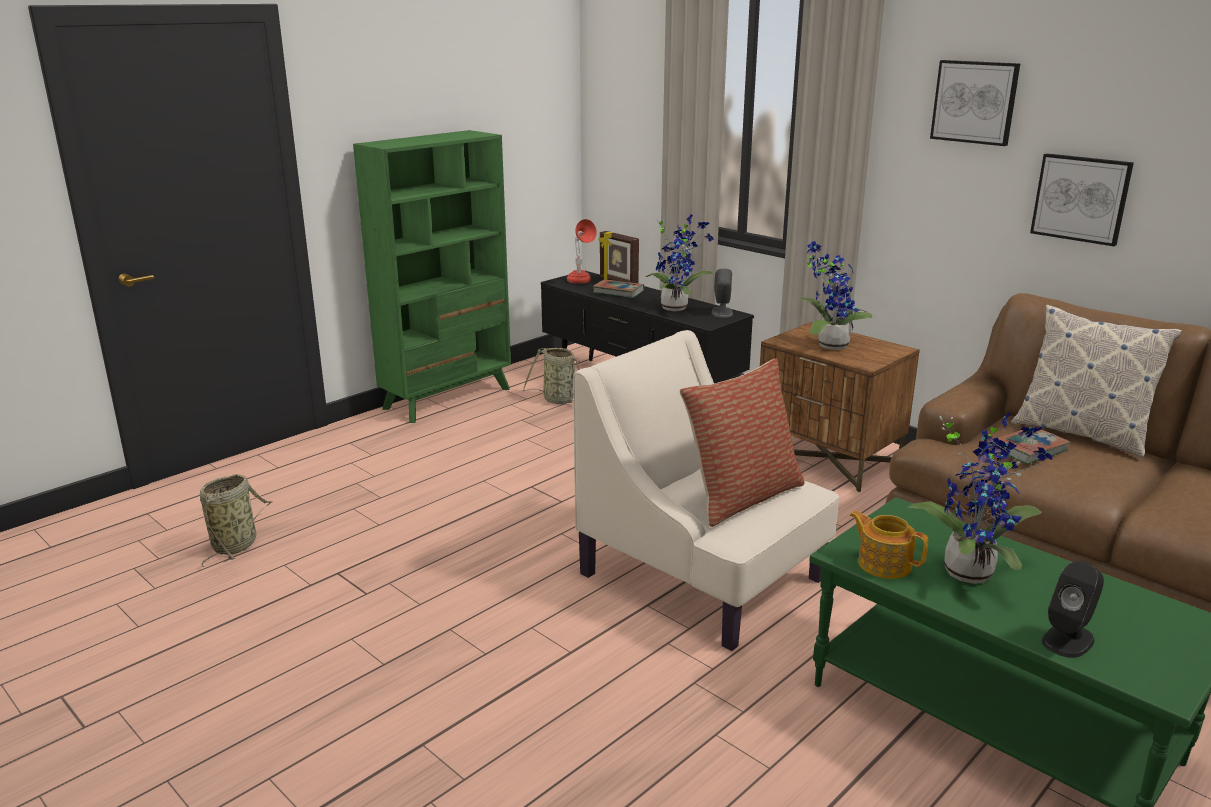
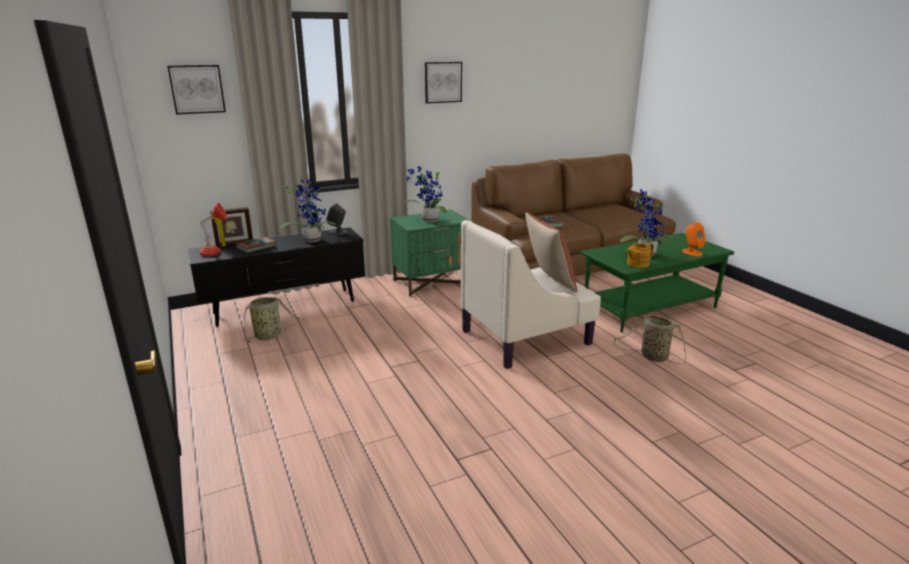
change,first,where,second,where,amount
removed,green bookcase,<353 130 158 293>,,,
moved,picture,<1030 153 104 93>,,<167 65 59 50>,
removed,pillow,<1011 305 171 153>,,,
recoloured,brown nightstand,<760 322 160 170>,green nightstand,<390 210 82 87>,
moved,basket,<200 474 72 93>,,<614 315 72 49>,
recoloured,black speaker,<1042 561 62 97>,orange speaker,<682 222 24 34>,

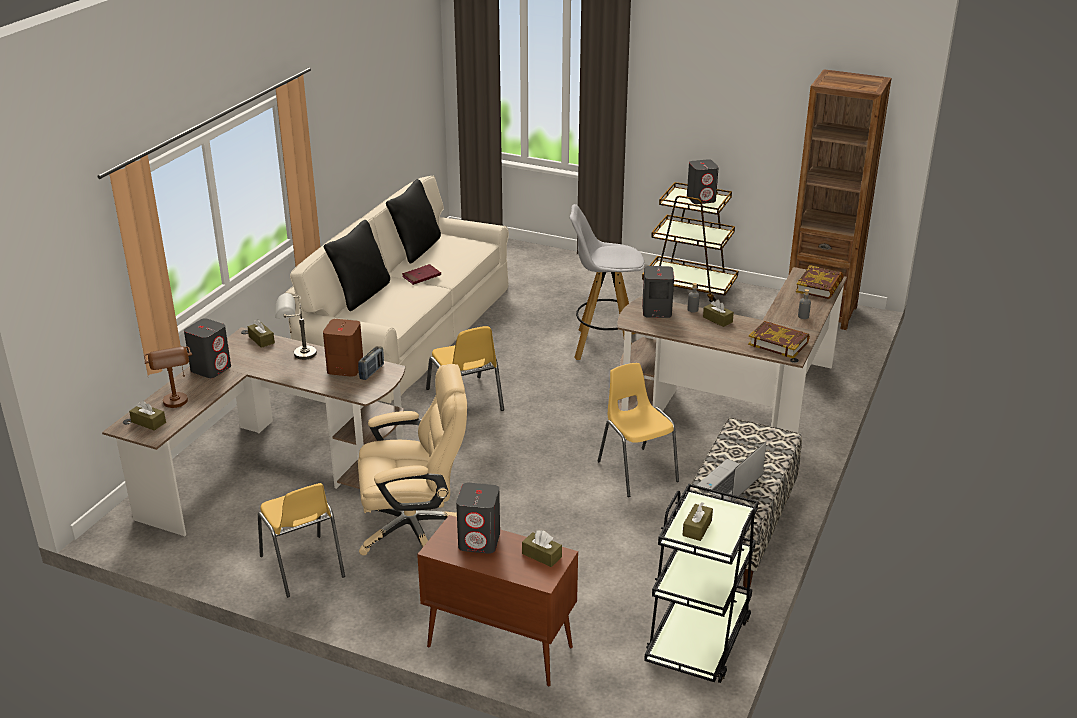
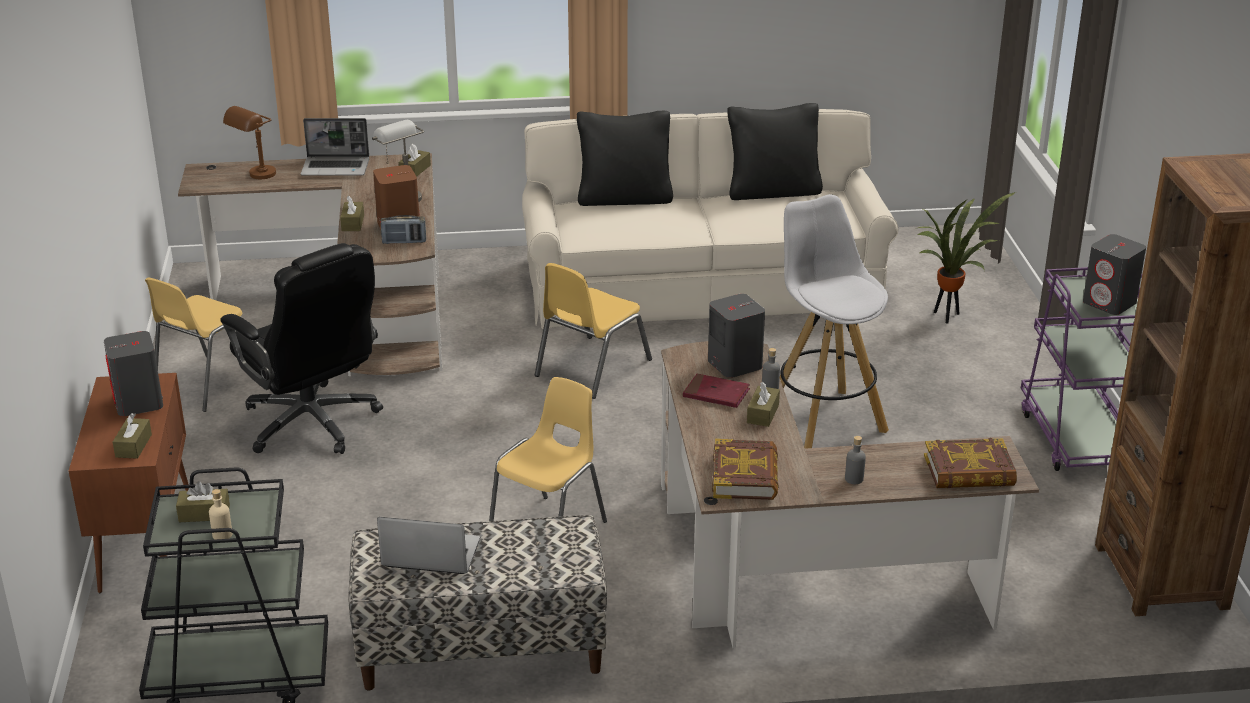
change,first,where,second,where,amount
recoloured,brown cart,<642 182 96 120>,purple cart,<1021 267 121 204>,
moved,red book,<402 264 39 21>,,<683 374 67 34>,
replaced,grey speaker,<184 318 47 60>,laptop,<301 118 68 58>,
recoloured,beige office chair,<358 364 109 191>,black office chair,<221 243 162 211>,
moved,brown tissue box,<129 400 37 31>,,<340 196 24 35>,
added,,,potted plant,<918 192 98 131>,
added,,,beige bottle,<209 489 24 51>,

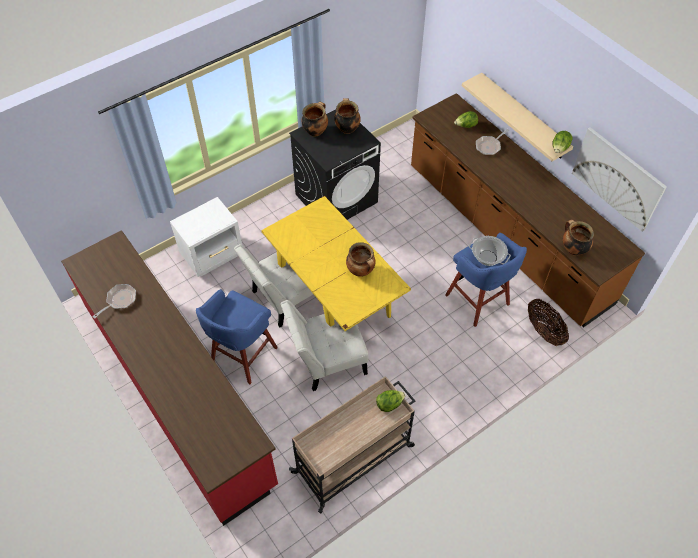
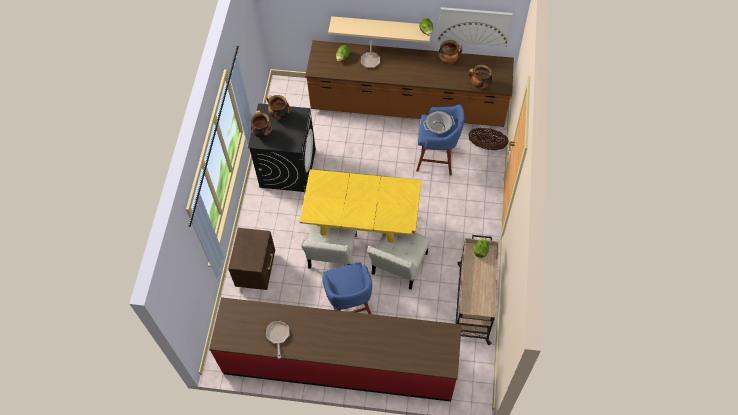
change,first,where,second,where,amount
recoloured,white nightstand,<170 197 72 80>,brown nightstand,<228 228 47 62>,
moved,cooking pot,<346 242 29 35>,,<438 40 24 25>,

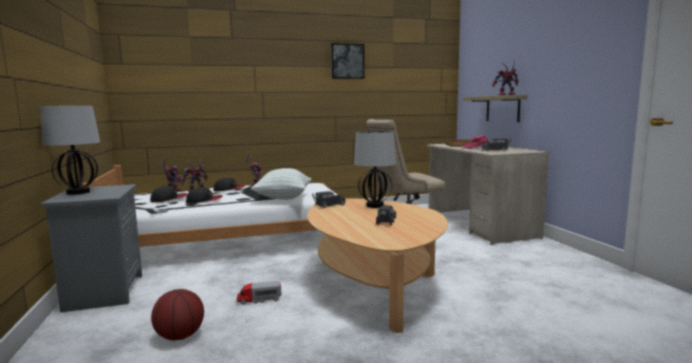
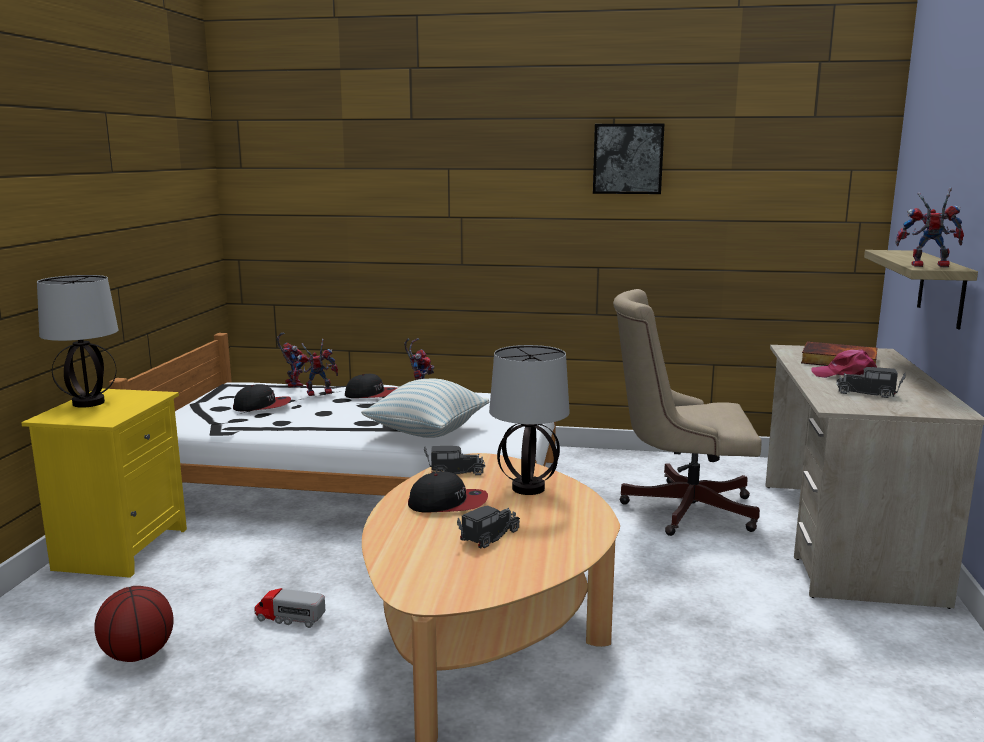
change,first,where,second,where,amount
recoloured,grey nightstand,<40 184 102 129>,yellow nightstand,<21 389 166 189>,
moved,cap,<186 187 37 17>,,<408 471 80 42>,

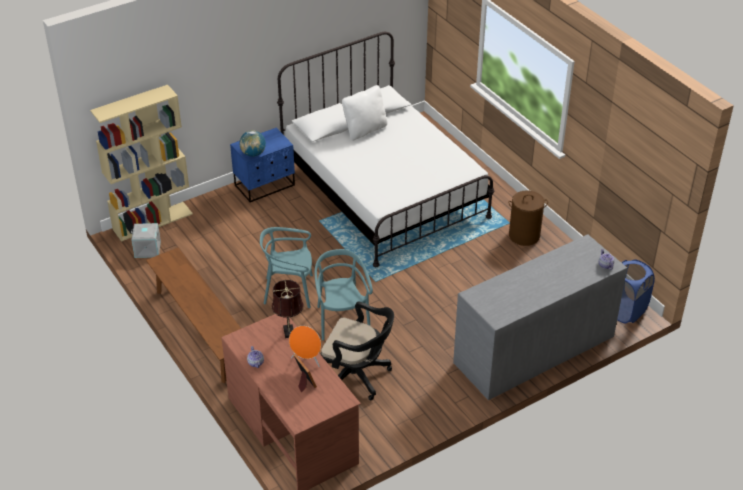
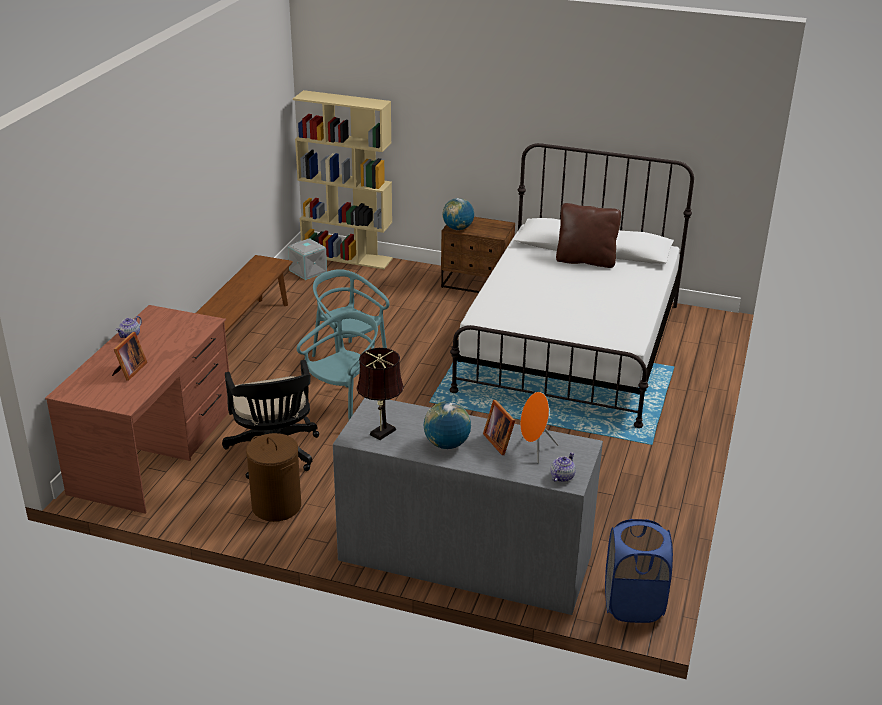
change,first,where,second,where,amount
recoloured,white pillow,<342 85 45 56>,brown pillow,<556 203 65 65>,
recoloured,blue nightstand,<230 128 65 75>,brown nightstand,<441 217 74 76>,
moved,brown laundry basket,<508 190 40 56>,,<246 433 55 89>,
moved,brown table lamp,<272 280 32 58>,,<356 348 48 92>,
moved,orange speaker,<289 326 32 41>,,<520 392 39 72>,
added,,,picture frame,<483 400 32 55>,
added,,,globe,<424 401 47 48>,

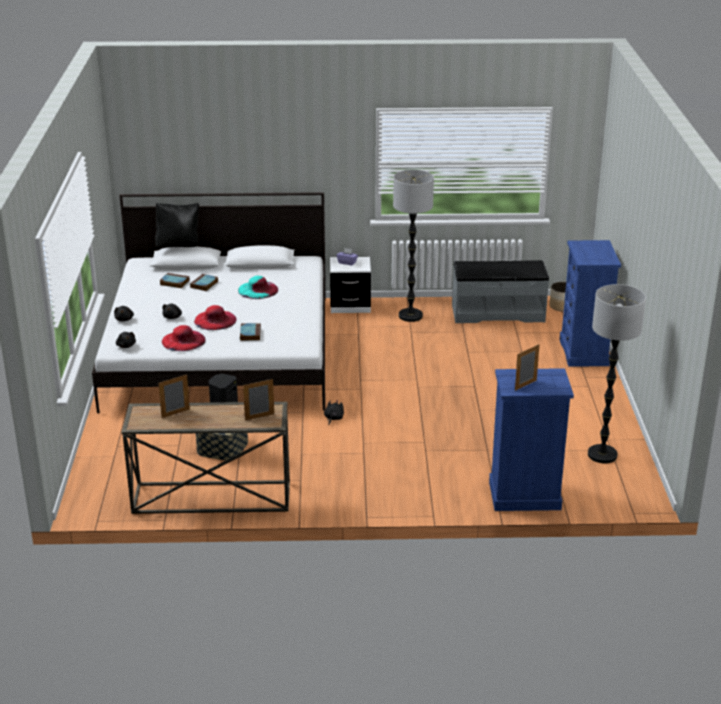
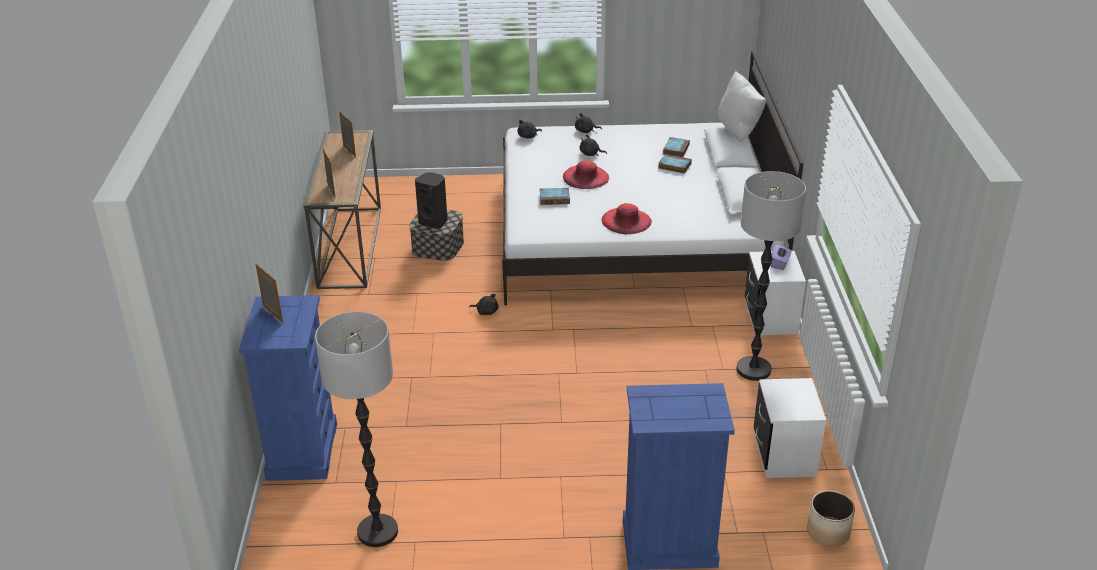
change,first,where,second,where,amount
recoloured,black pillow,<155 203 44 44>,white pillow,<718 71 48 71>,
replaced,grey bench,<452 260 97 63>,white nightstand,<754 378 72 100>,
removed,turquoise hat,<238 276 40 23>,,,
moved,red hat,<162 325 44 26>,,<601 203 51 31>,

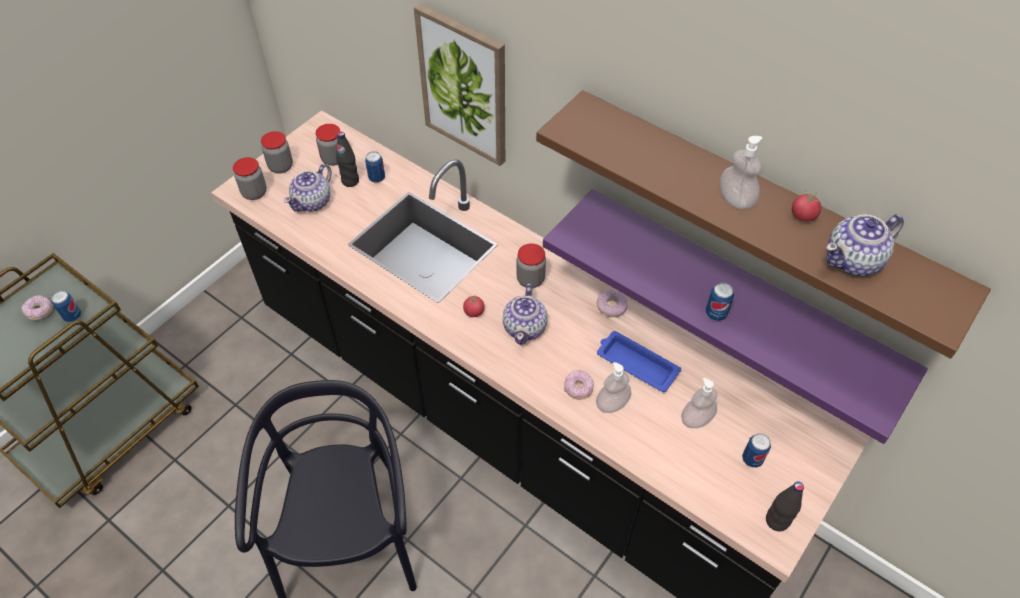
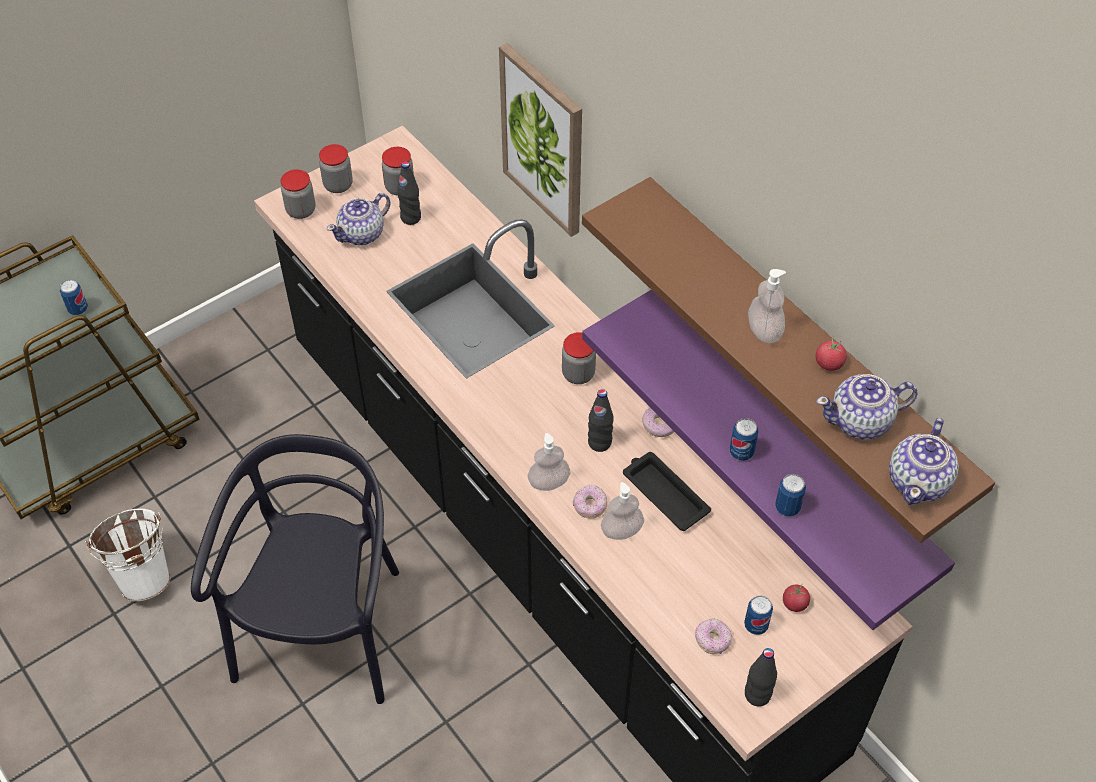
change,first,where,second,where,amount
moved,can,<365 151 20 32>,,<775 474 31 43>,
moved,teapot,<503 283 44 62>,,<889 418 70 87>,
moved,tomato,<463 294 22 23>,,<783 584 27 28>,
moved,donut,<22 295 31 25>,,<695 618 37 36>,
recoloured,blue tray,<597 331 84 61>,black tray,<623 452 88 79>,
moved,soap dispenser,<681 378 37 50>,,<528 433 43 58>,
added,,,black bottle,<588 389 26 63>,
added,,,white bucket,<85 509 86 93>,

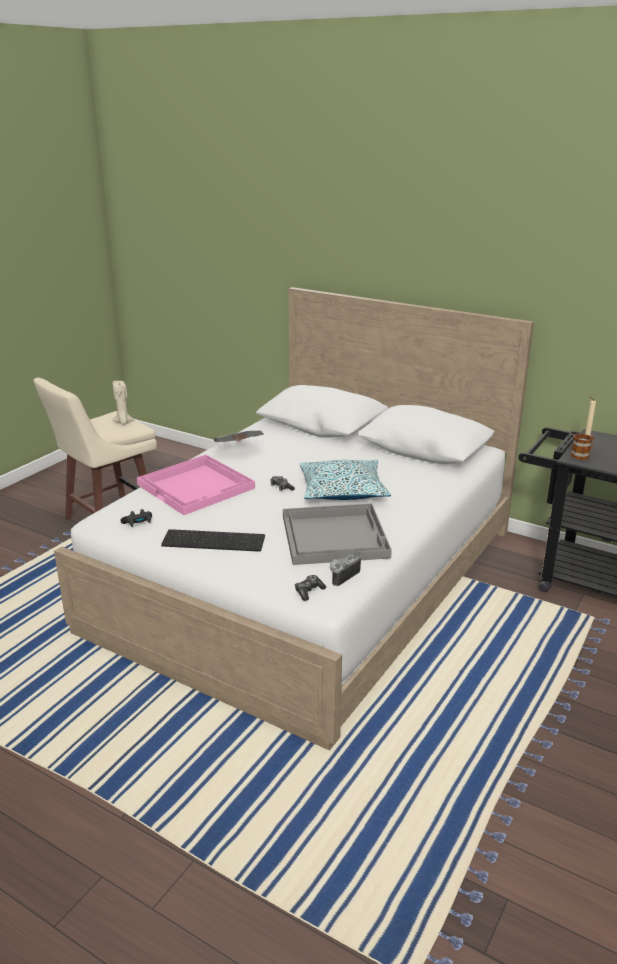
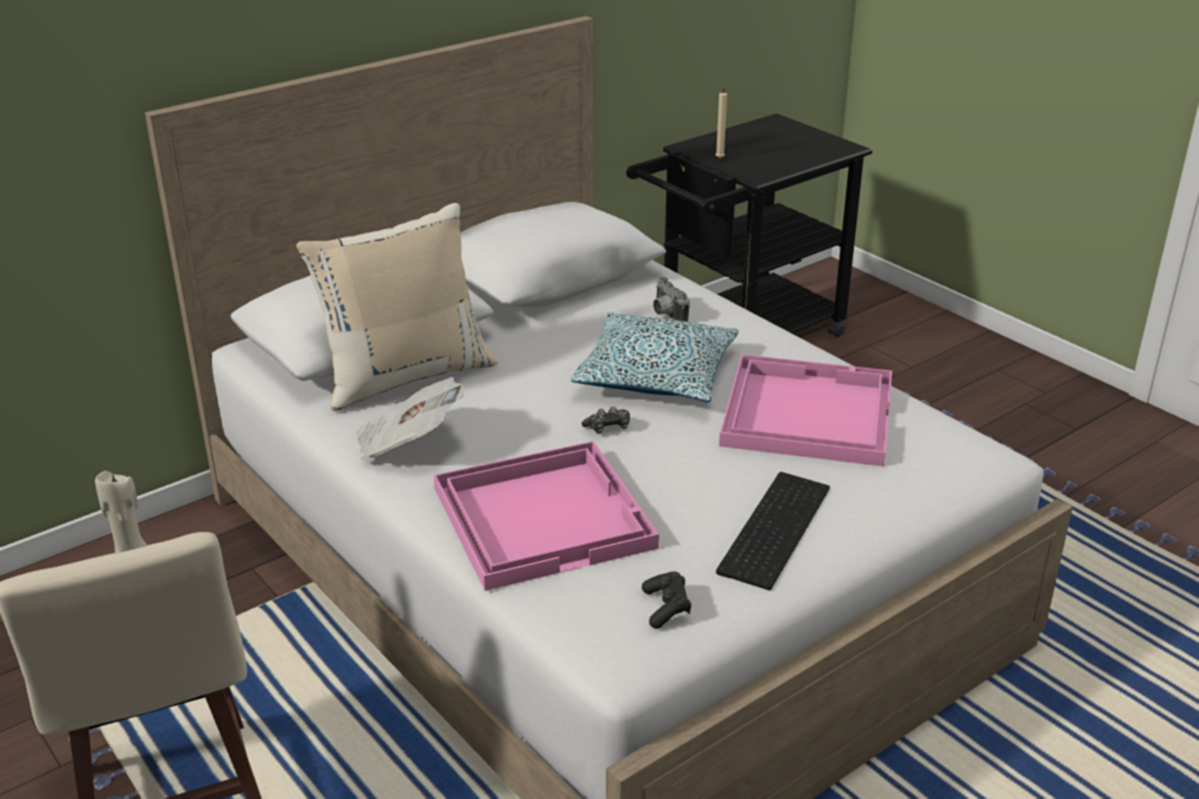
change,first,where,second,where,amount
removed,mug,<571 434 23 26>,,,
recoloured,grey tray,<283 504 109 61>,pink tray,<719 354 173 112>,
moved,photo camera,<330 551 31 35>,,<653 277 37 45>,
removed,game controller,<295 575 31 26>,,,
added,,,beige pillow,<296 203 202 208>,

